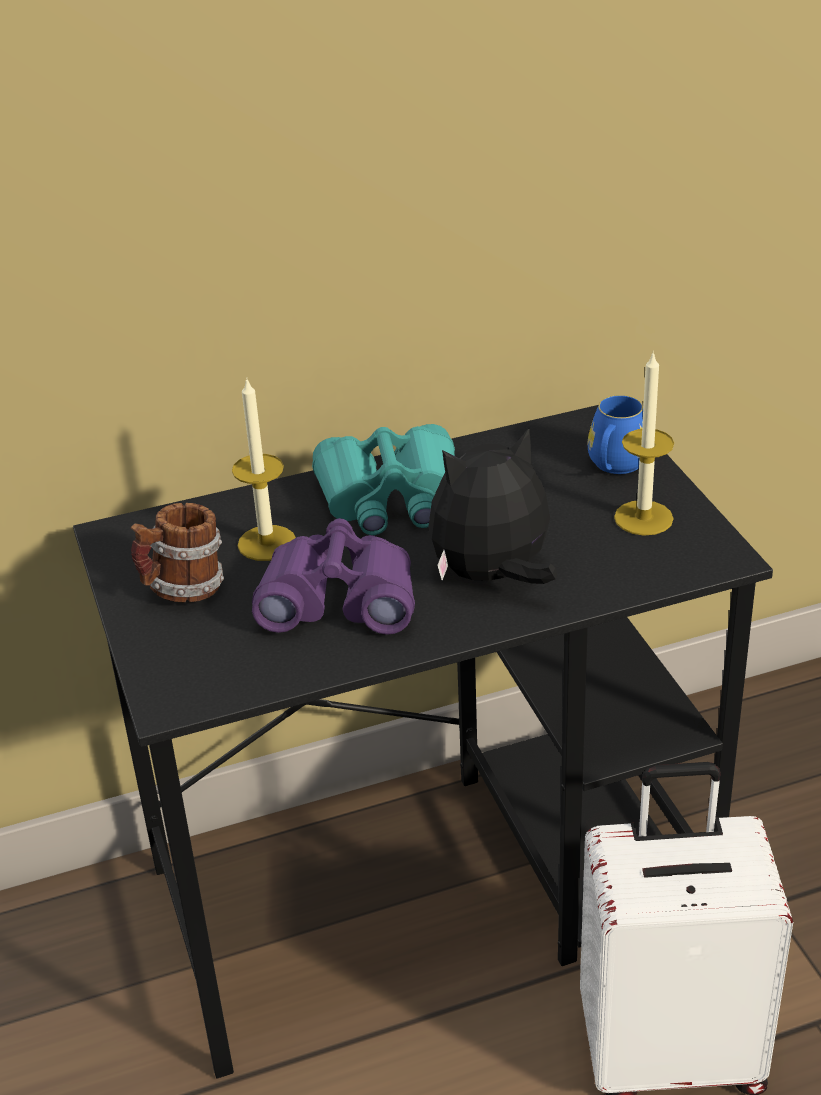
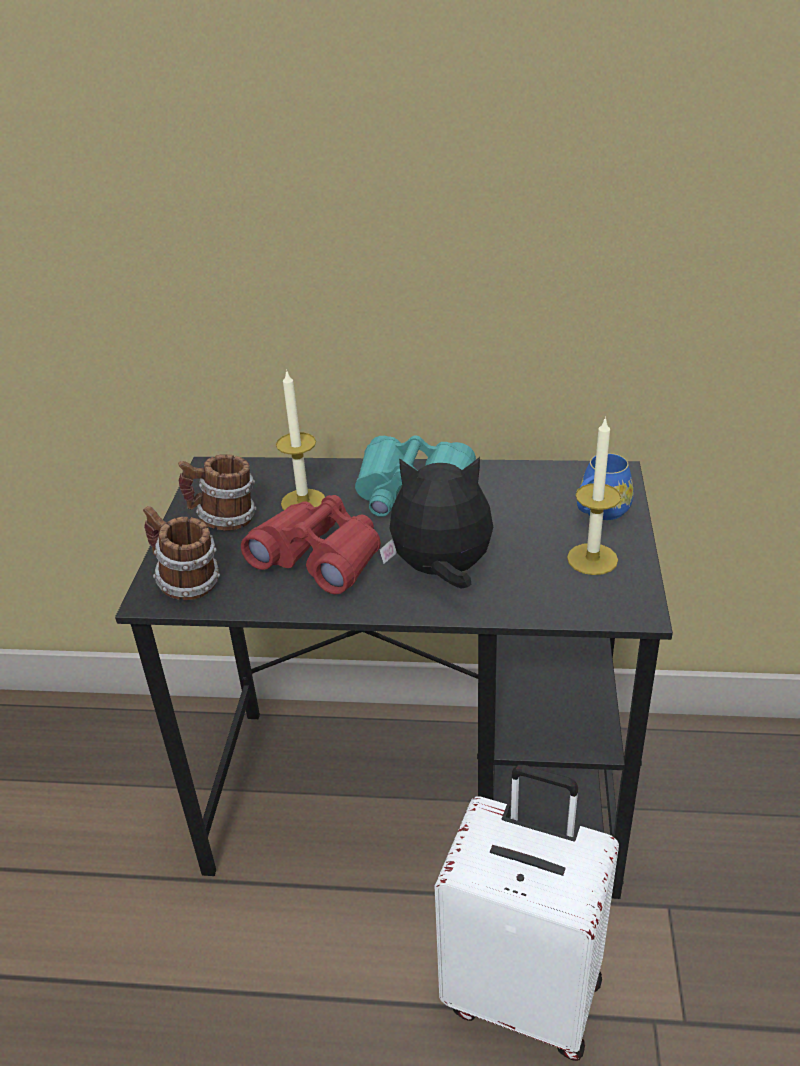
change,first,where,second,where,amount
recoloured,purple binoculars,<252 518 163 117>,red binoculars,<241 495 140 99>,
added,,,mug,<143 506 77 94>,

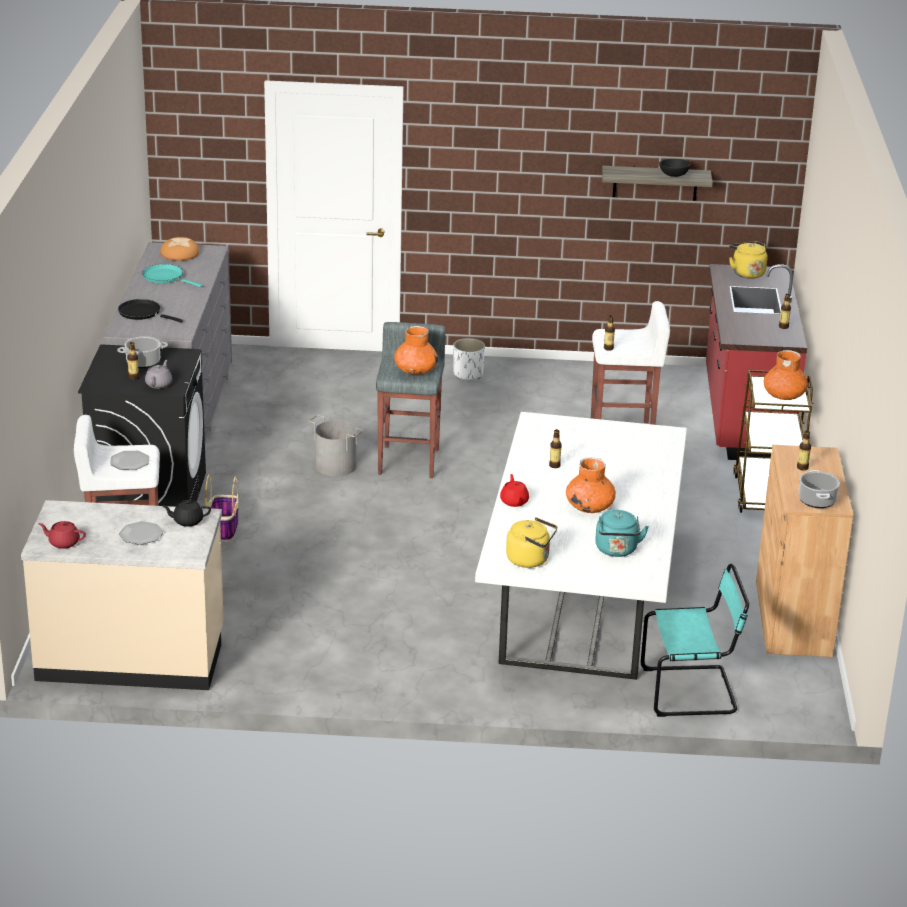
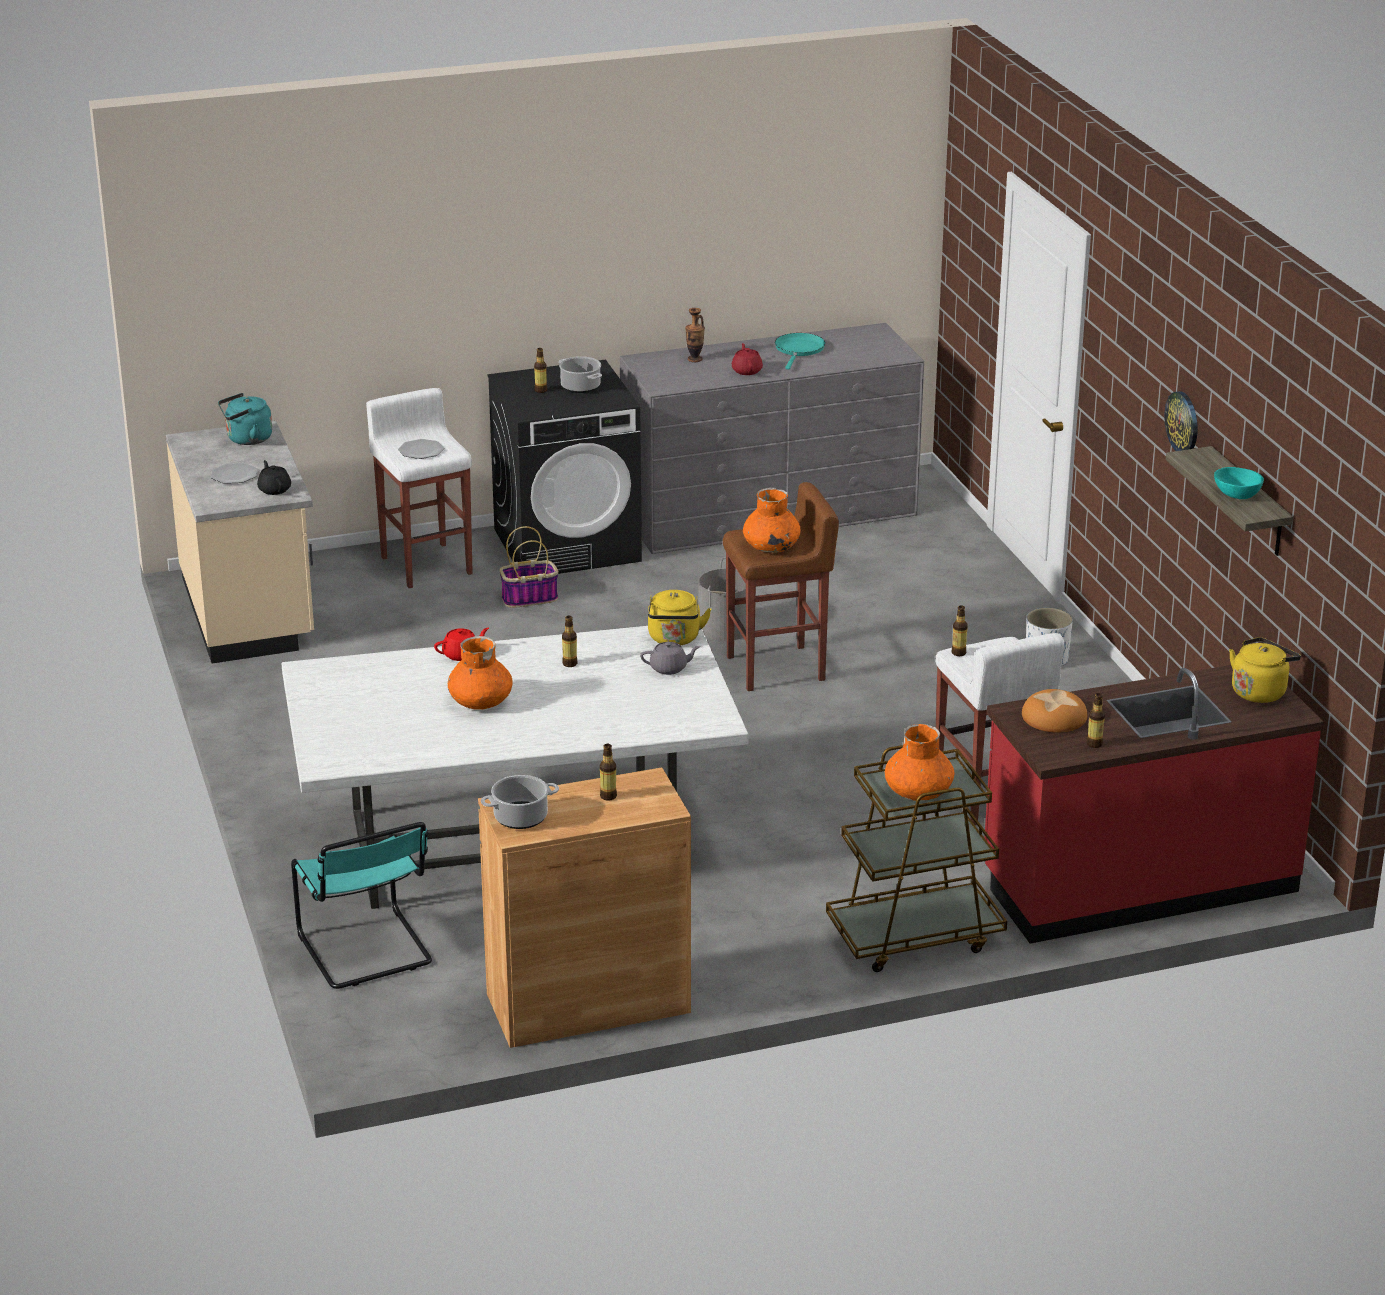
change,first,where,second,where,amount
recoloured,black bowl,<659 159 31 18>,turquoise bowl,<1214 467 50 32>,
moved,bread,<160 237 40 24>,,<1022 689 66 43>,
replaced,black frying pan,<118 299 65 24>,vase,<685 308 20 54>,
recoloured,grey stool,<376 322 69 156>,brown stool,<723 482 116 209>,
moved,grey teapot,<145 360 27 29>,,<640 642 60 33>,
moved,turquoise kettle,<595 510 54 47>,,<218 393 54 52>,
moved,yellow kettle,<506 517 51 51>,,<648 590 64 55>,
moved,red teapot,<38 521 48 28>,,<732 343 31 32>,
added,,,wall clock,<1164 391 34 60>,

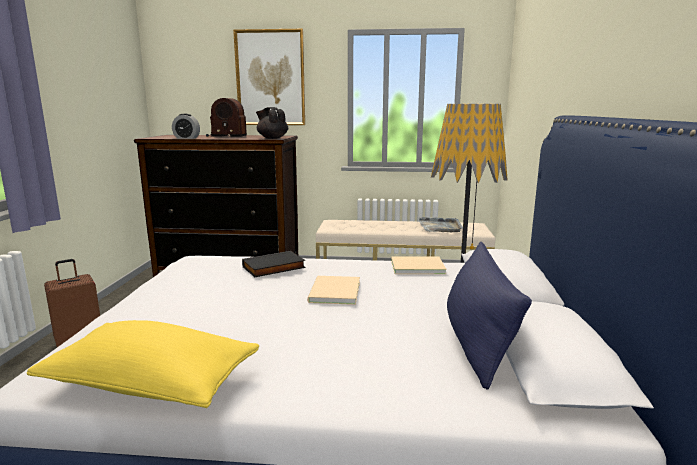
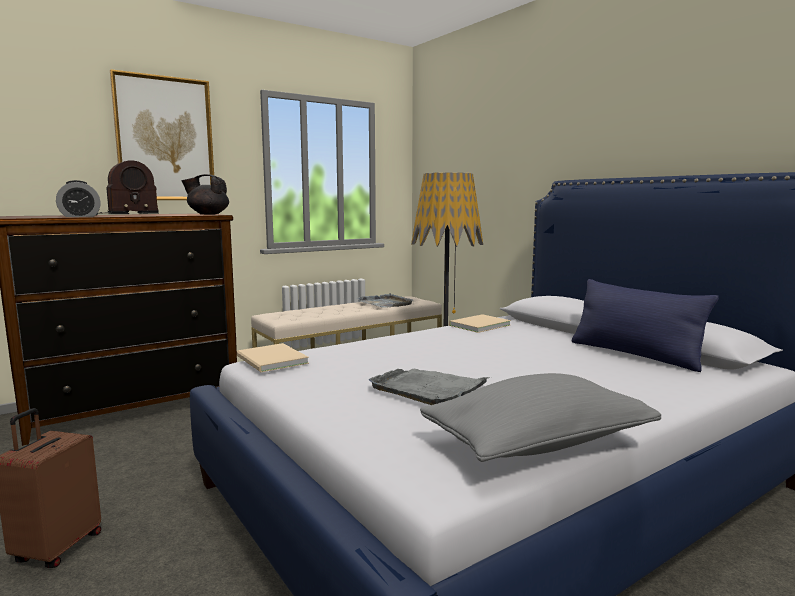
change,first,where,second,where,amount
removed,black book,<242 251 64 26>,,,
moved,beige book,<307 276 53 29>,,<237 343 72 29>,
recoloured,yellow pillow,<27 320 232 88>,grey pillow,<420 373 241 89>,
added,,,grey tray,<369 369 121 36>,

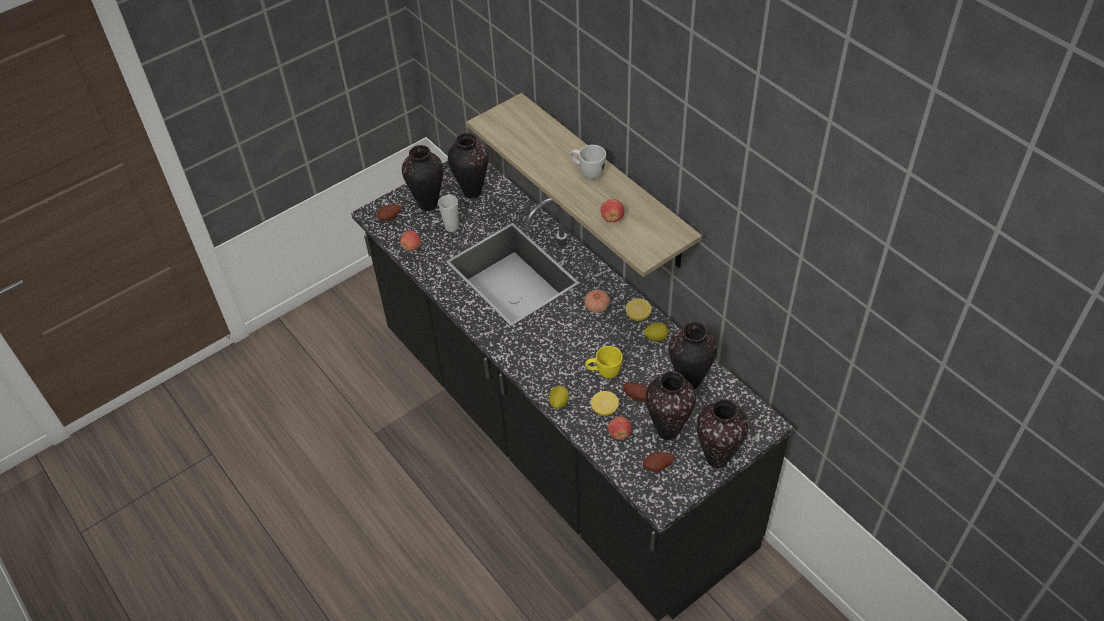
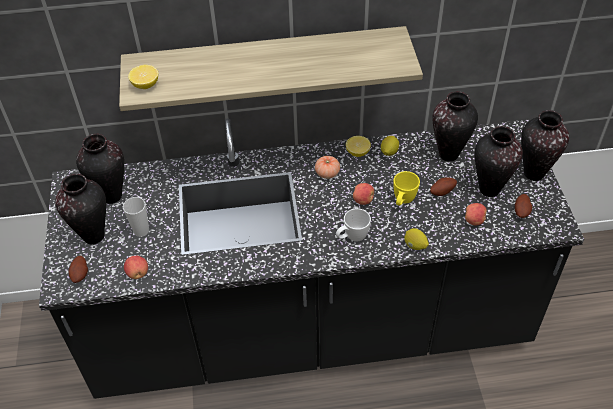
change,first,where,second,where,amount
moved,white mug,<570 145 36 34>,,<336 208 35 34>,
moved,apple,<600 199 25 23>,,<353 183 21 22>,
moved,lemon,<591 391 28 25>,,<128 65 30 24>,

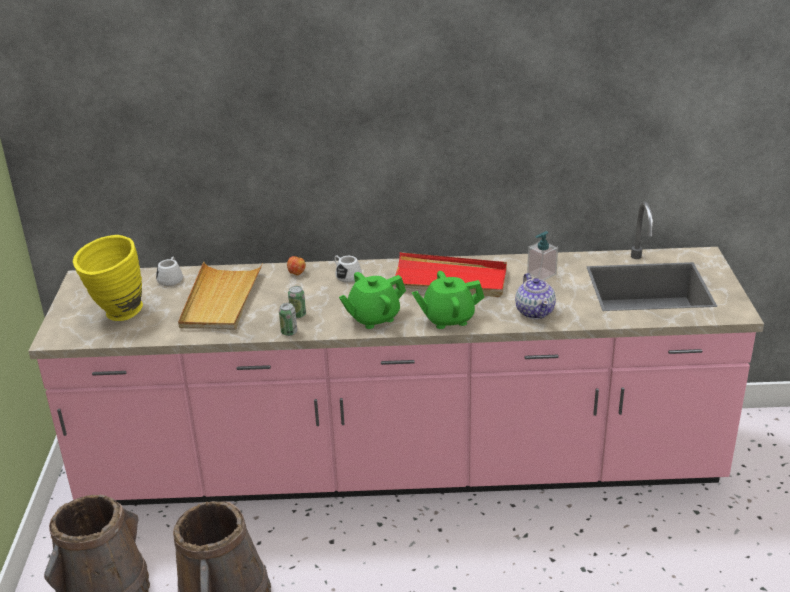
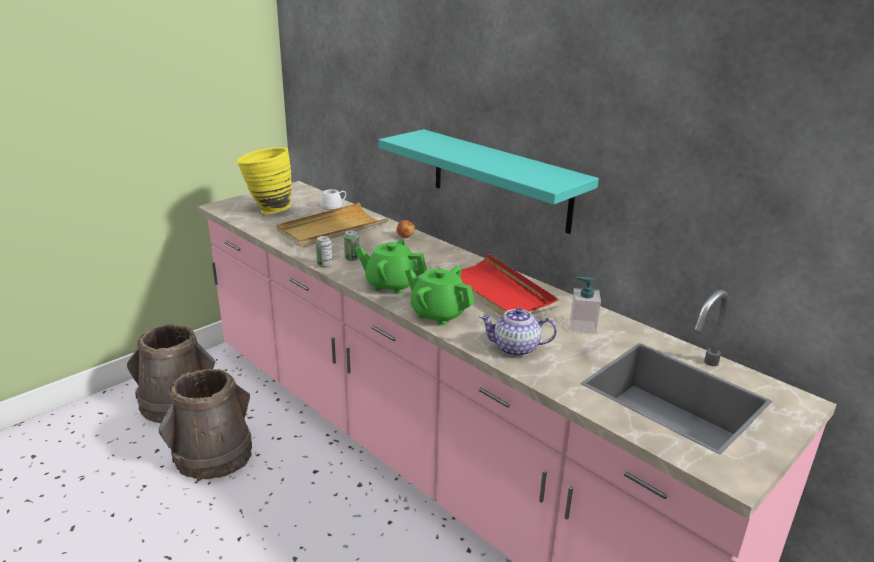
change,first,where,second,where,amount
removed,white mug,<334 256 28 27>,,,
turned,teapot,<515 273 41 46>,,<479 308 78 49>,60 degrees clockwise
added,,,turquoise shelf,<378 129 221 105>,

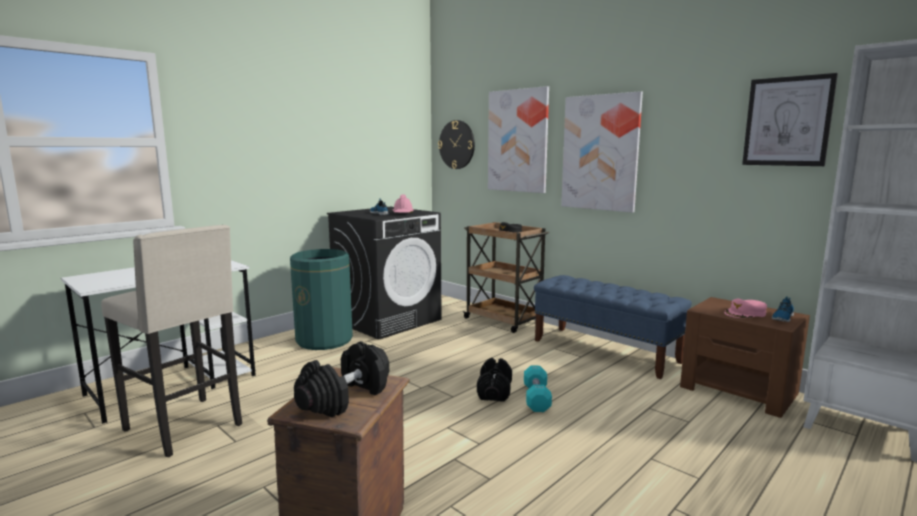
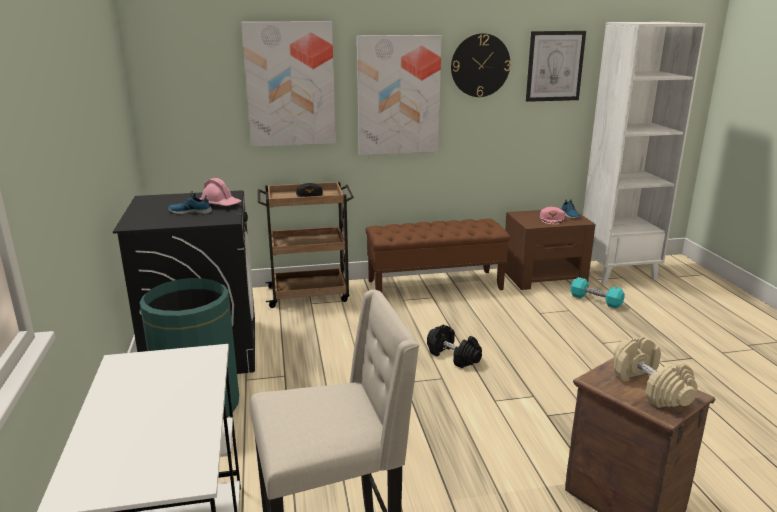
change,first,where,second,where,amount
moved,wall clock,<438 120 37 49>,,<451 33 60 64>,
recoloured,blue bench,<534 275 158 104>,brown bench,<365 219 145 74>,
recoloured,black dumbbell,<294 341 95 76>,beige dumbbell,<614 337 84 71>,
moved,turquoise dumbbell,<524 365 28 47>,,<570 277 55 32>,

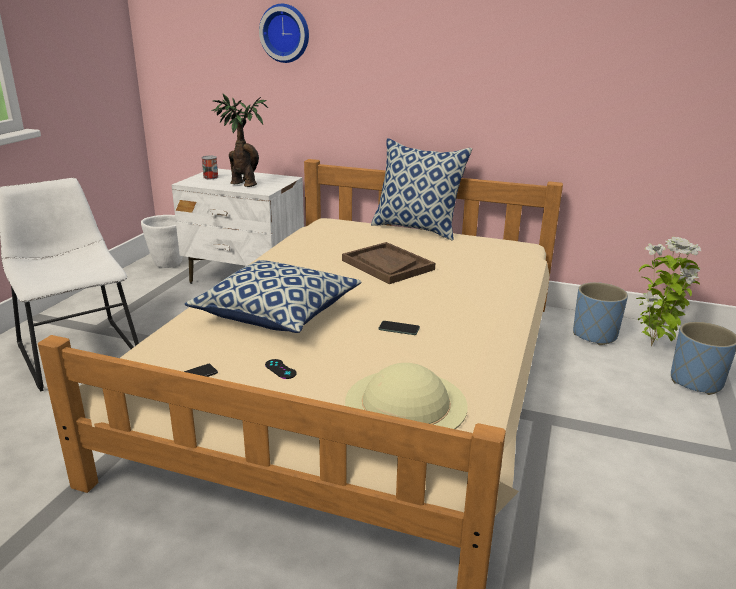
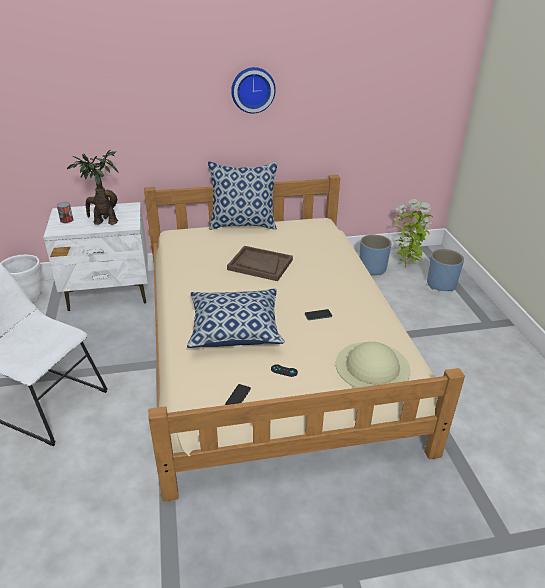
change,first,where,second,where,amount
moved,wall clock,<259 4 50 59>,,<231 67 45 46>,

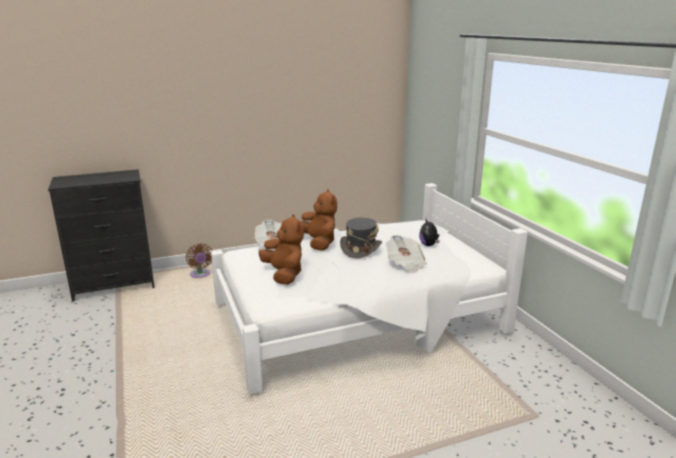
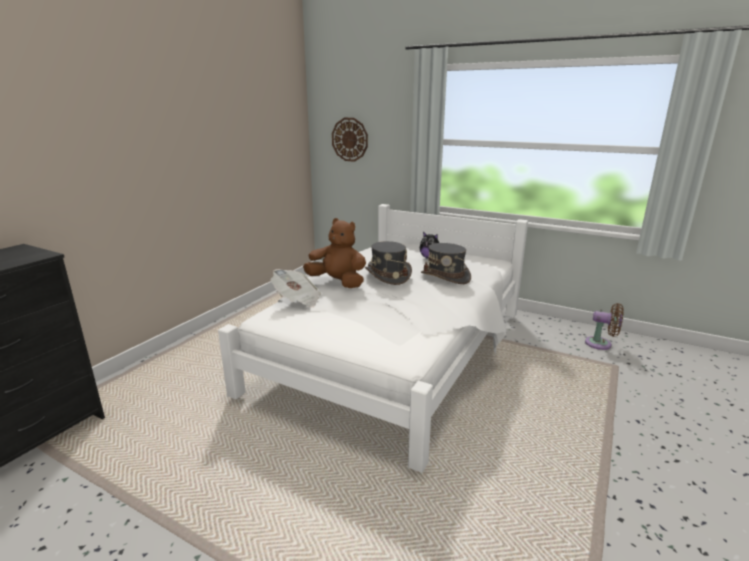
change,first,where,second,where,amount
removed,brown plush toy,<259 214 45 71>,,,
replaced,newspaper,<386 235 41 39>,grey hat,<421 243 50 41>,
moved,brown fan,<186 243 26 35>,,<585 303 39 47>,
added,,,wall clock,<332 118 36 44>,

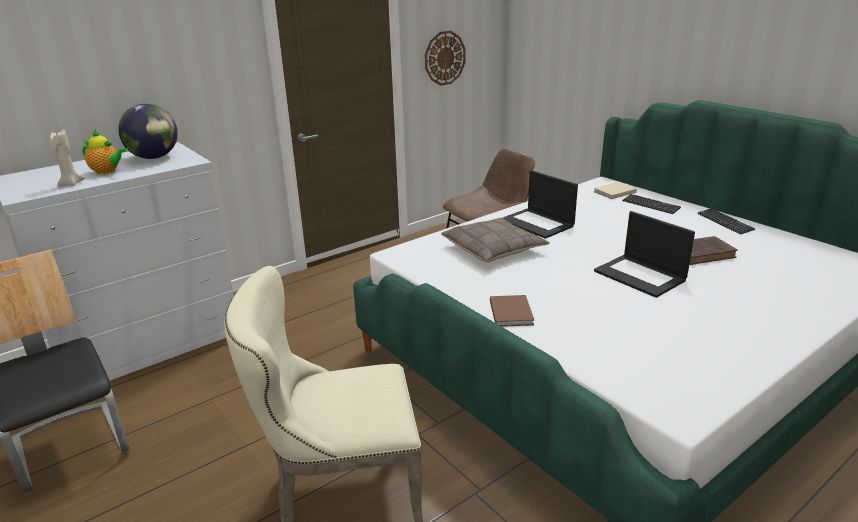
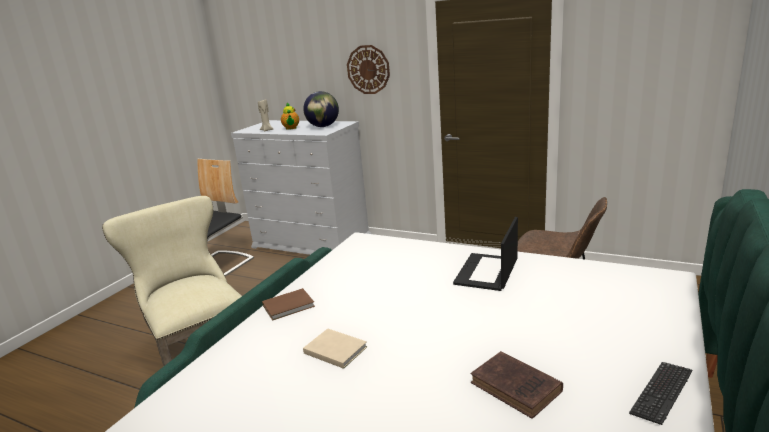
change,first,where,second,where,amount
moved,wall clock,<425 31 40 55>,,<347 45 43 49>,
moved,beige book,<594 182 43 17>,,<303 329 64 40>,
removed,keyboard,<622 194 59 20>,,,
removed,laptop,<594 211 101 87>,,,
removed,pillow,<441 218 109 45>,,,

